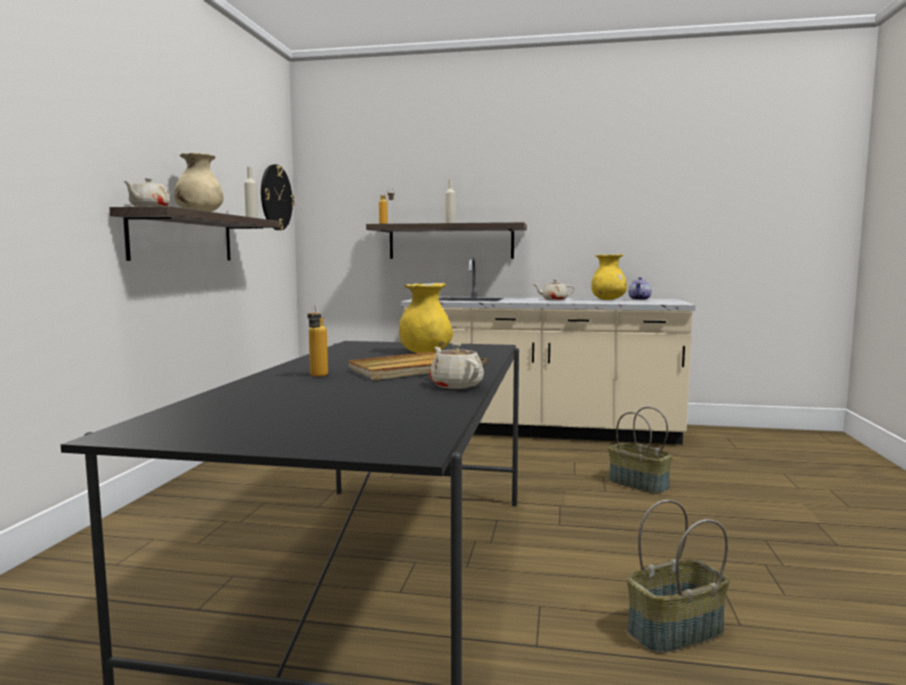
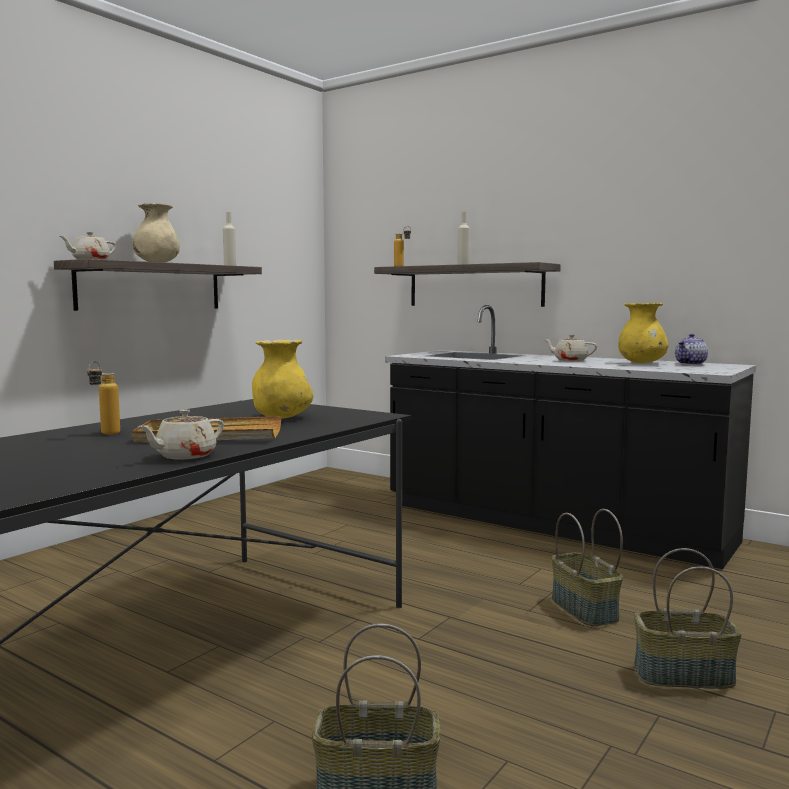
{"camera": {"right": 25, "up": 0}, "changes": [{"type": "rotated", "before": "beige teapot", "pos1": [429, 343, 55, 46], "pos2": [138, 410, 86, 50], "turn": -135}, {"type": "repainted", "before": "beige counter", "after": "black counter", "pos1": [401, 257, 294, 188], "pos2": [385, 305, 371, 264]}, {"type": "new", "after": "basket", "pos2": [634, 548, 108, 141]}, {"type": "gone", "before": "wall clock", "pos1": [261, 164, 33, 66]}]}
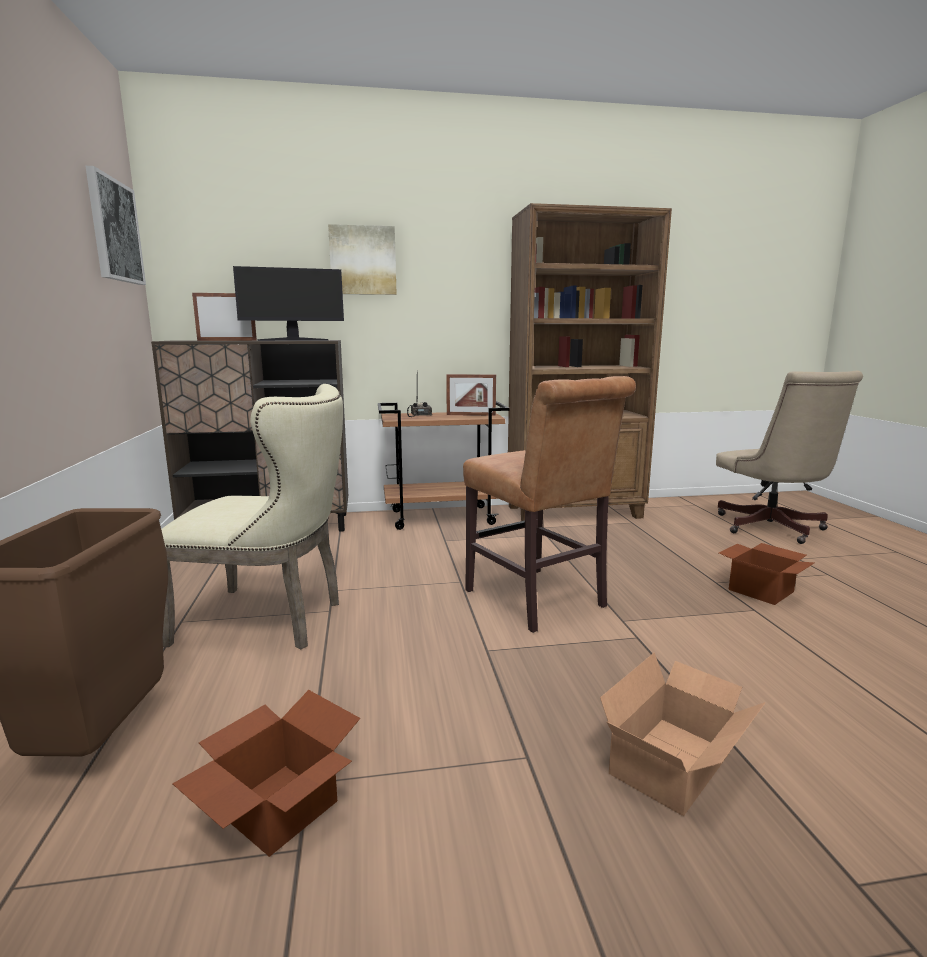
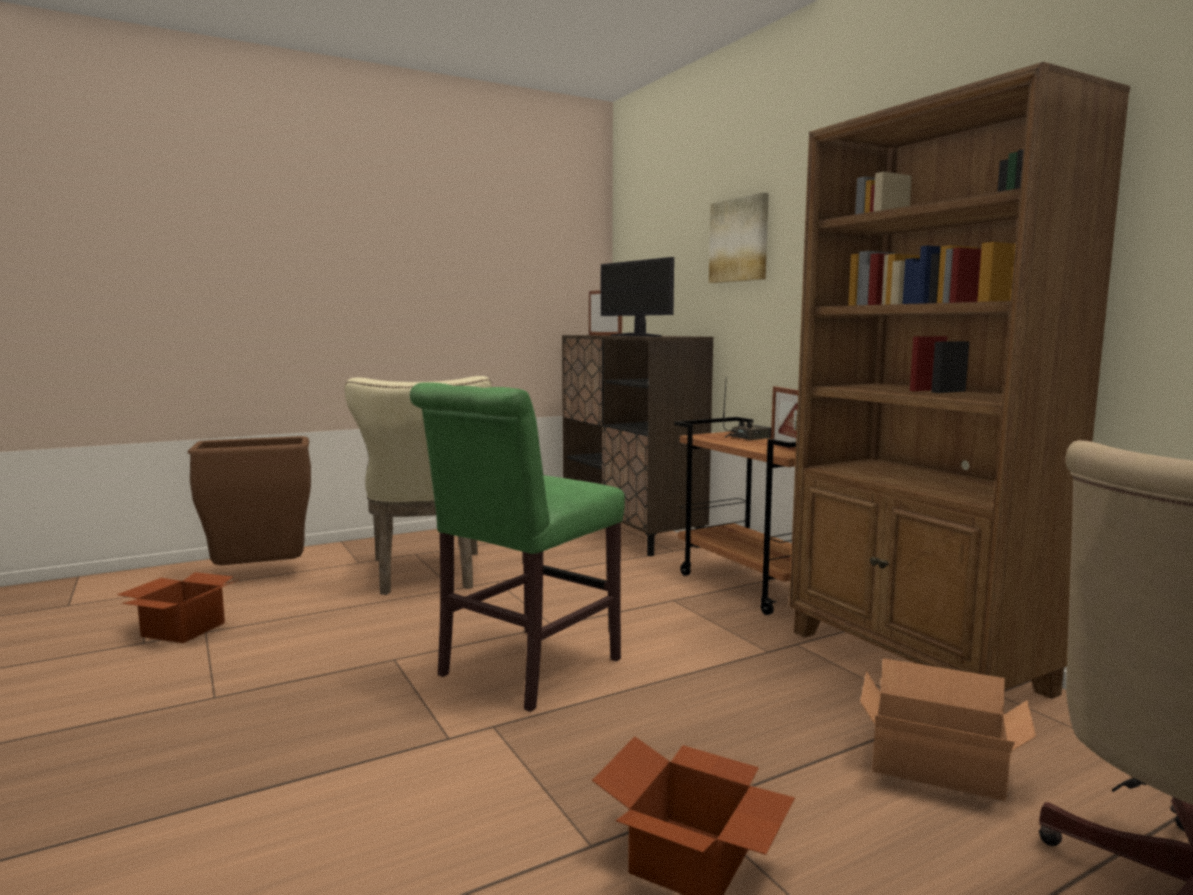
{"camera": {"right": 70, "up": -5}, "changes": [{"type": "repainted", "before": "brown chair", "after": "green chair", "pos1": [463, 376, 173, 257], "pos2": [410, 382, 215, 330]}, {"type": "shifted", "before": "cardboard box", "pos1": [600, 652, 166, 164], "pos2": [860, 658, 176, 143]}, {"type": "gone", "before": "picture", "pos1": [85, 166, 61, 119]}]}
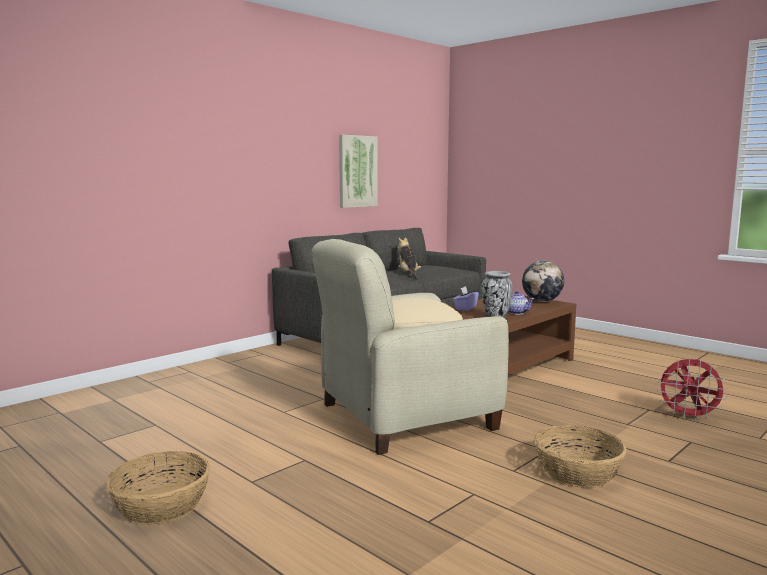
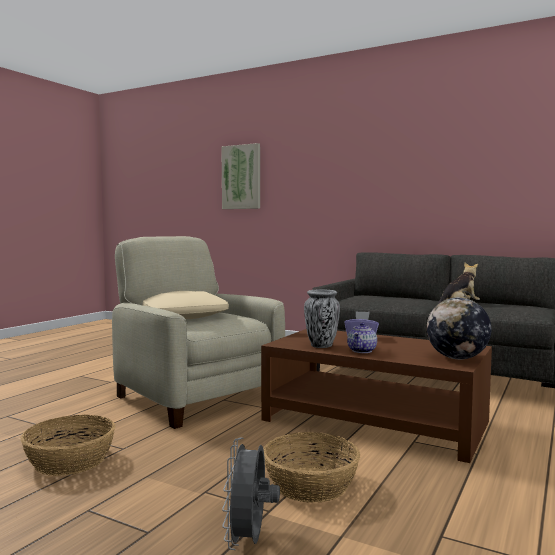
{"camera": {"right": 75, "up": -5}, "changes": [{"type": "shifted", "before": "picture", "pos1": [339, 135, 39, 73], "pos2": [221, 143, 39, 66]}, {"type": "repainted", "before": "red fan", "after": "grey fan", "pos1": [657, 359, 71, 62], "pos2": [222, 438, 58, 112]}, {"type": "shifted", "before": "basket", "pos1": [106, 451, 104, 74], "pos2": [263, 432, 97, 71]}]}
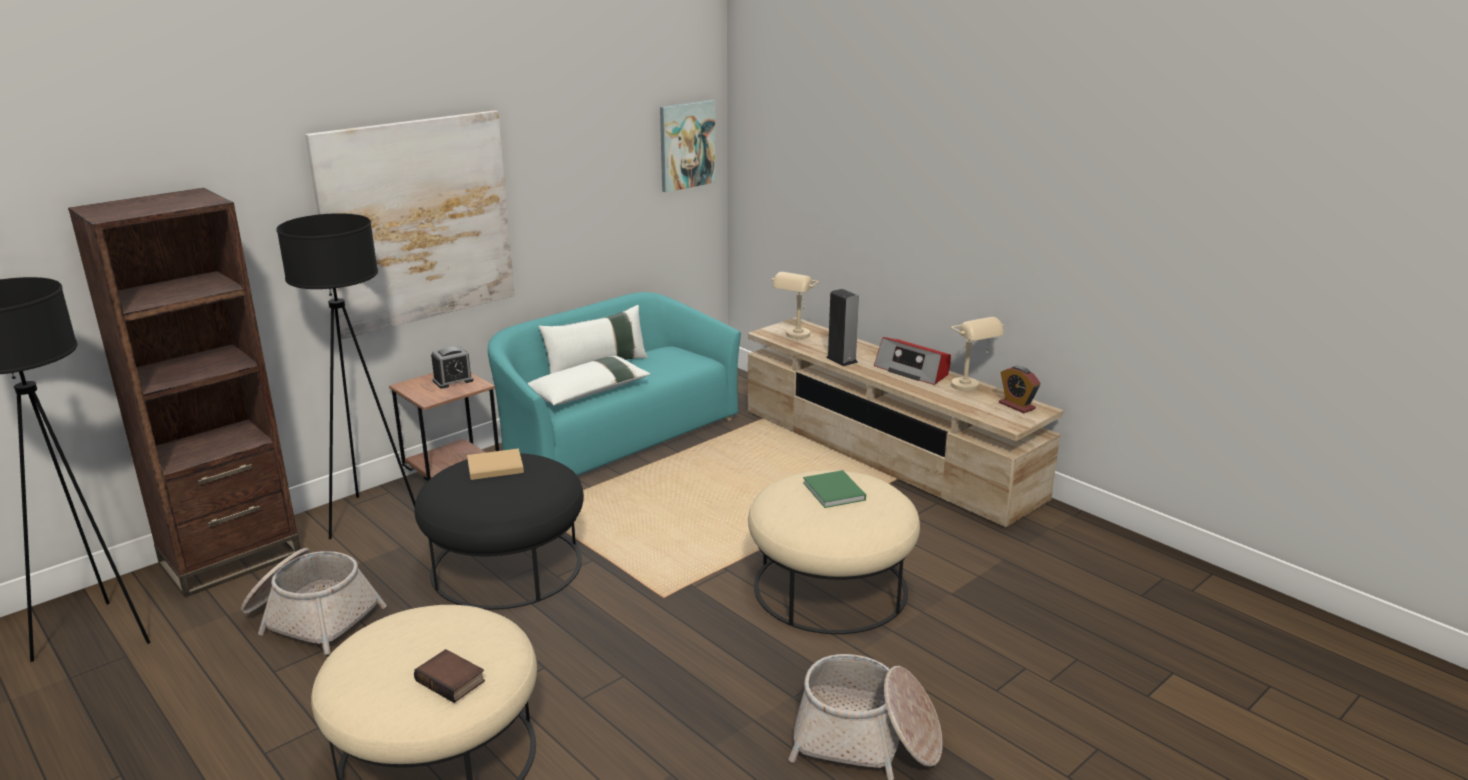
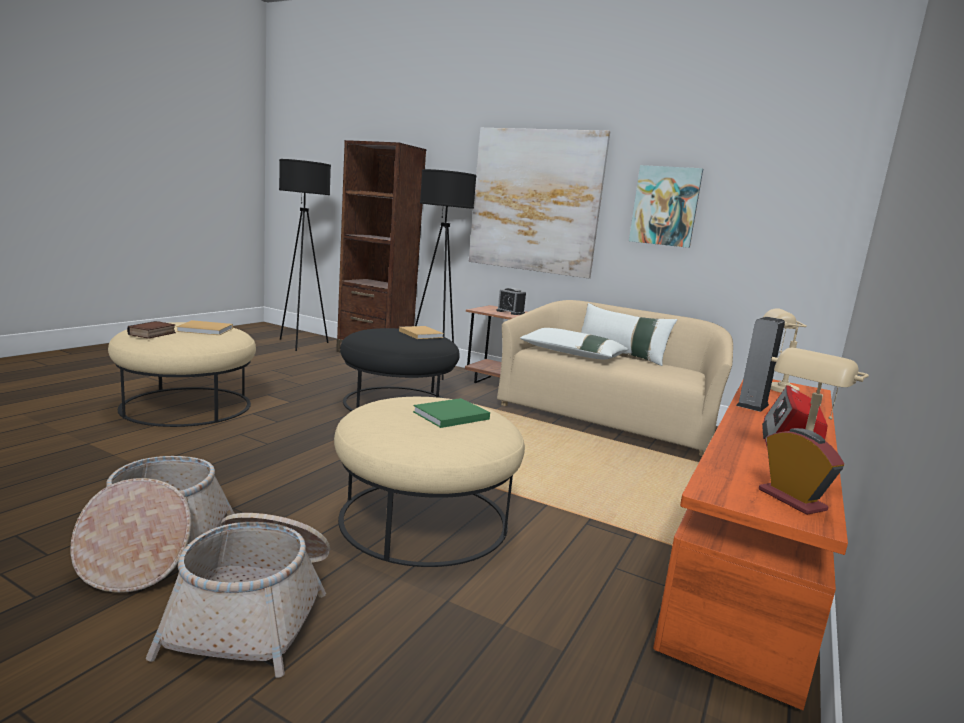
{"camera": {"right": 70, "up": -10}, "changes": [{"type": "shifted", "before": "basket", "pos1": [241, 548, 146, 107], "pos2": [146, 513, 184, 165]}, {"type": "new", "after": "beige book", "pos2": [176, 320, 57, 15]}, {"type": "repainted", "before": "turquoise sofa", "after": "beige sofa", "pos1": [488, 292, 253, 183], "pos2": [497, 300, 236, 156]}, {"type": "shifted", "before": "picture", "pos1": [660, 100, 56, 92], "pos2": [629, 165, 74, 83]}, {"type": "repainted", "before": "beige tv stand", "after": "orange tv stand", "pos1": [748, 317, 316, 210], "pos2": [653, 379, 195, 331]}, {"type": "rotated", "before": "alarm clock", "pos1": [999, 366, 42, 47], "pos2": [759, 428, 85, 87], "turn": 120}]}
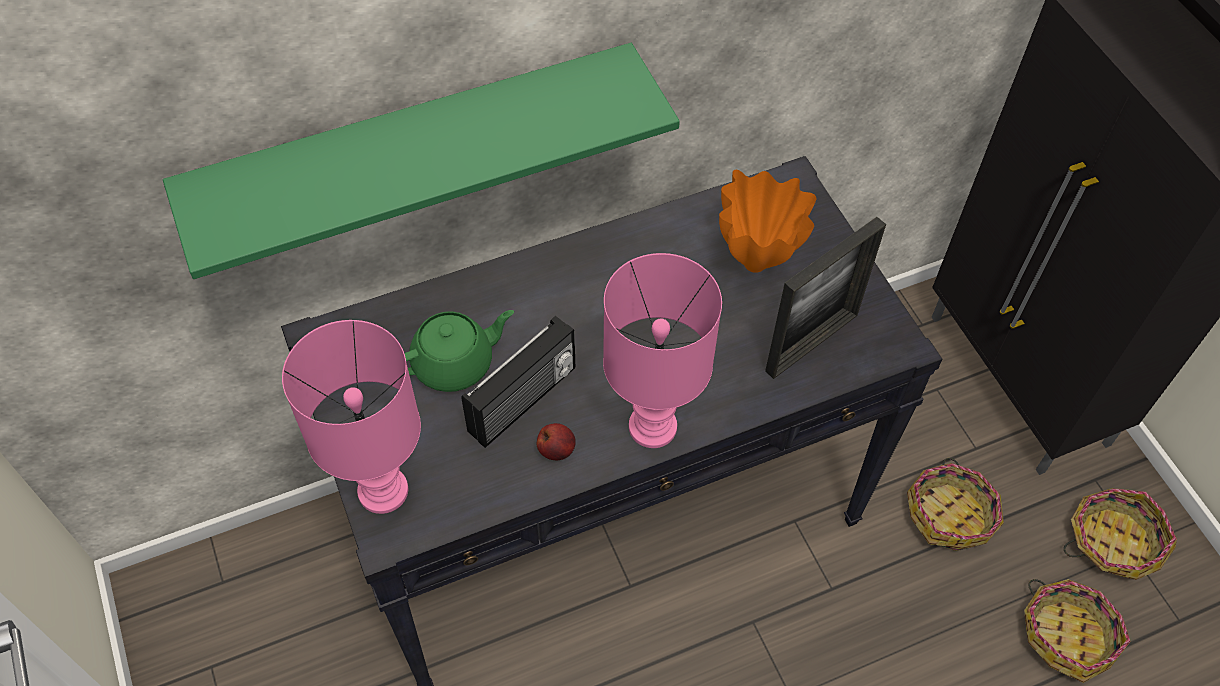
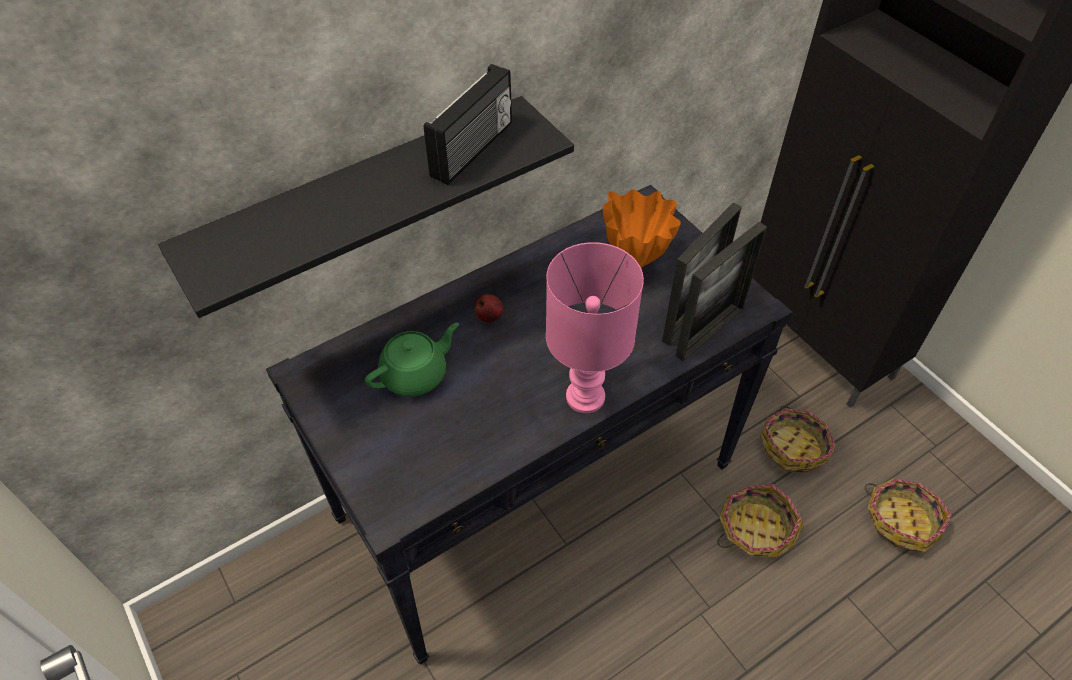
{"camera": {"right": -10, "up": -5}, "changes": [{"type": "repainted", "before": "green shelf", "after": "black shelf", "pos1": [163, 43, 517, 236], "pos2": [158, 96, 416, 222]}, {"type": "shifted", "before": "radio", "pos1": [461, 316, 114, 132], "pos2": [424, 64, 88, 121]}, {"type": "shifted", "before": "apple", "pos1": [537, 423, 39, 37], "pos2": [475, 294, 28, 28]}, {"type": "new", "after": "picture frame", "pos2": [676, 222, 91, 139]}, {"type": "shifted", "before": "basket", "pos1": [1064, 488, 113, 92], "pos2": [718, 484, 85, 74]}, {"type": "gone", "before": "pink table lamp", "pos1": [282, 320, 139, 194]}]}
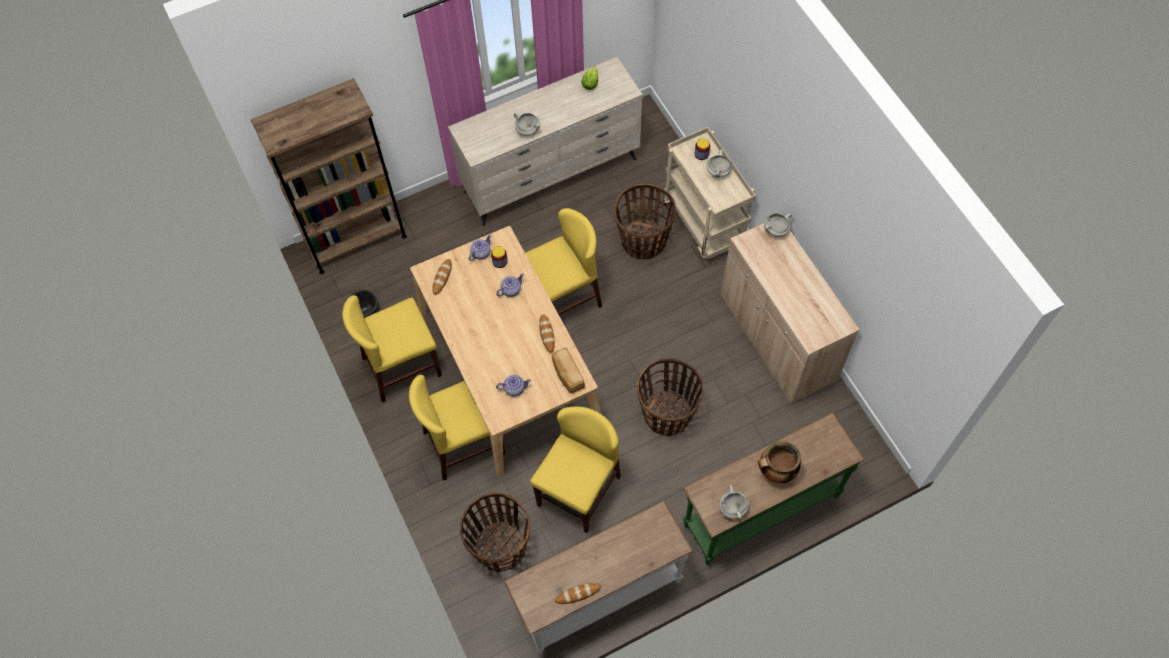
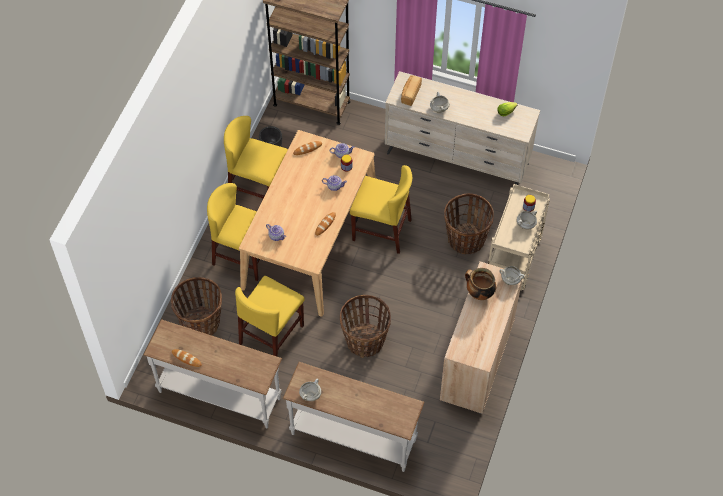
{"camera": {"right": 45, "up": -5}, "changes": [{"type": "rotated", "before": "yellow chair", "pos1": [530, 407, 91, 126], "pos2": [235, 276, 70, 81], "turn": 135}, {"type": "repainted", "before": "green console table", "after": "white console table", "pos1": [683, 413, 181, 152], "pos2": [283, 362, 141, 110]}, {"type": "shifted", "before": "bread", "pos1": [552, 347, 33, 47], "pos2": [401, 75, 21, 31]}, {"type": "shifted", "before": "cooking pot", "pos1": [758, 441, 43, 42], "pos2": [465, 268, 31, 32]}]}
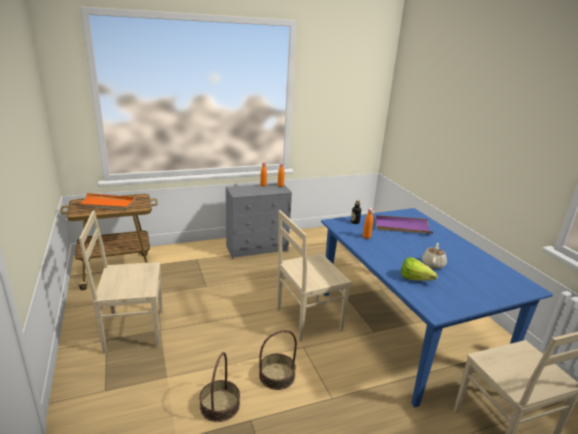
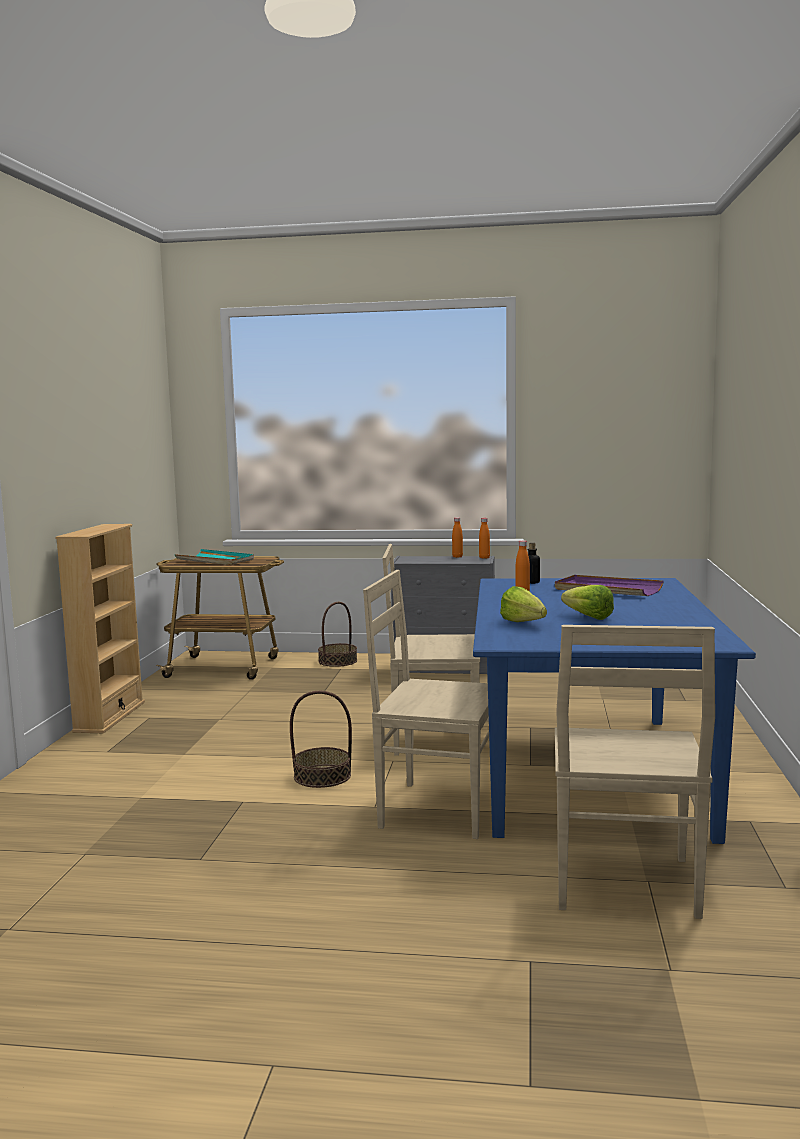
{"camera": {"right": 30, "up": -15}, "changes": [{"type": "new", "after": "beige bookcase", "pos2": [56, 524, 89, 210]}, {"type": "repainted", "before": "orange tray", "after": "turquoise tray", "pos1": [74, 193, 61, 17], "pos2": [175, 549, 79, 16]}, {"type": "shifted", "before": "basket", "pos1": [199, 352, 41, 70], "pos2": [318, 602, 39, 65]}, {"type": "shifted", "before": "beige chair", "pos1": [79, 211, 84, 142], "pos2": [363, 570, 126, 269]}, {"type": "swapped", "before": "beige teapot", "after": "lettuce", "pos1": [422, 243, 25, 26], "pos2": [561, 585, 53, 35]}]}
